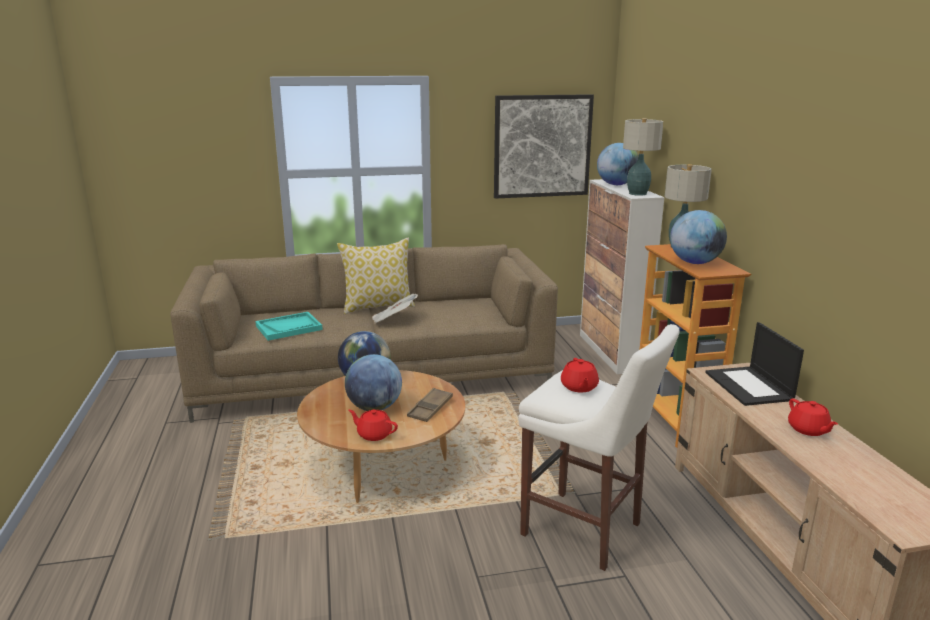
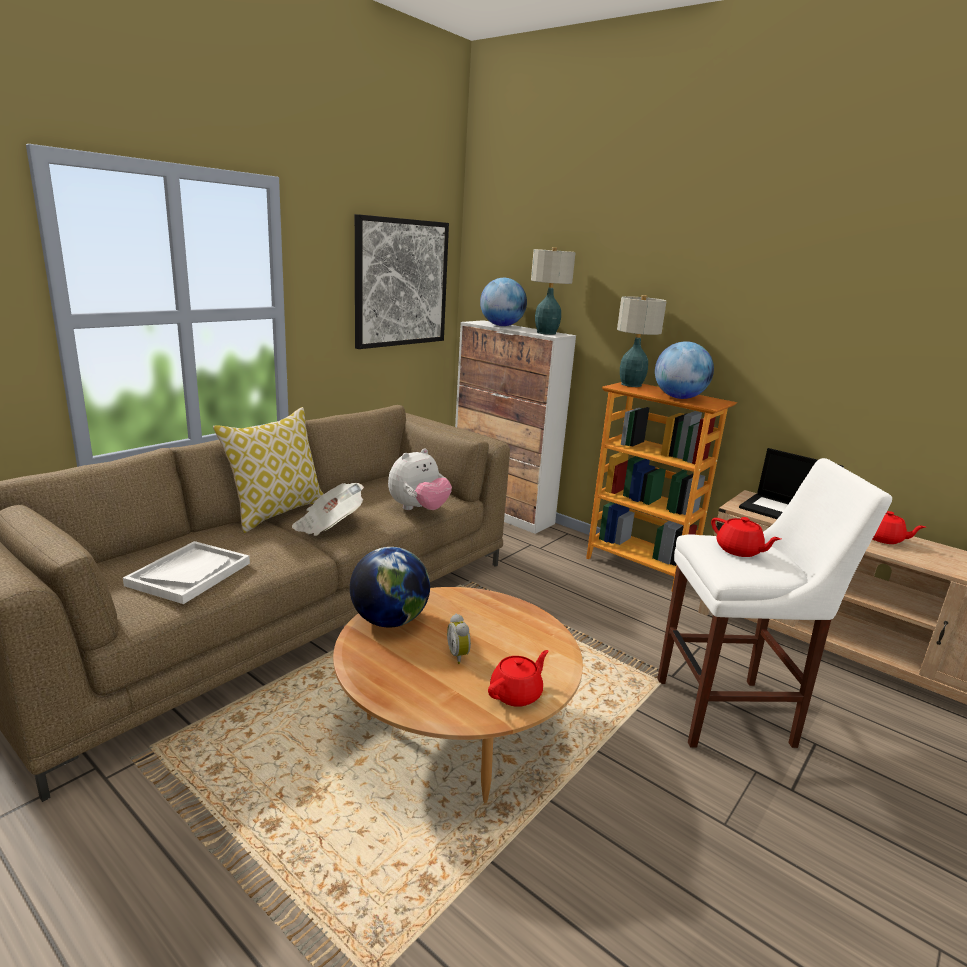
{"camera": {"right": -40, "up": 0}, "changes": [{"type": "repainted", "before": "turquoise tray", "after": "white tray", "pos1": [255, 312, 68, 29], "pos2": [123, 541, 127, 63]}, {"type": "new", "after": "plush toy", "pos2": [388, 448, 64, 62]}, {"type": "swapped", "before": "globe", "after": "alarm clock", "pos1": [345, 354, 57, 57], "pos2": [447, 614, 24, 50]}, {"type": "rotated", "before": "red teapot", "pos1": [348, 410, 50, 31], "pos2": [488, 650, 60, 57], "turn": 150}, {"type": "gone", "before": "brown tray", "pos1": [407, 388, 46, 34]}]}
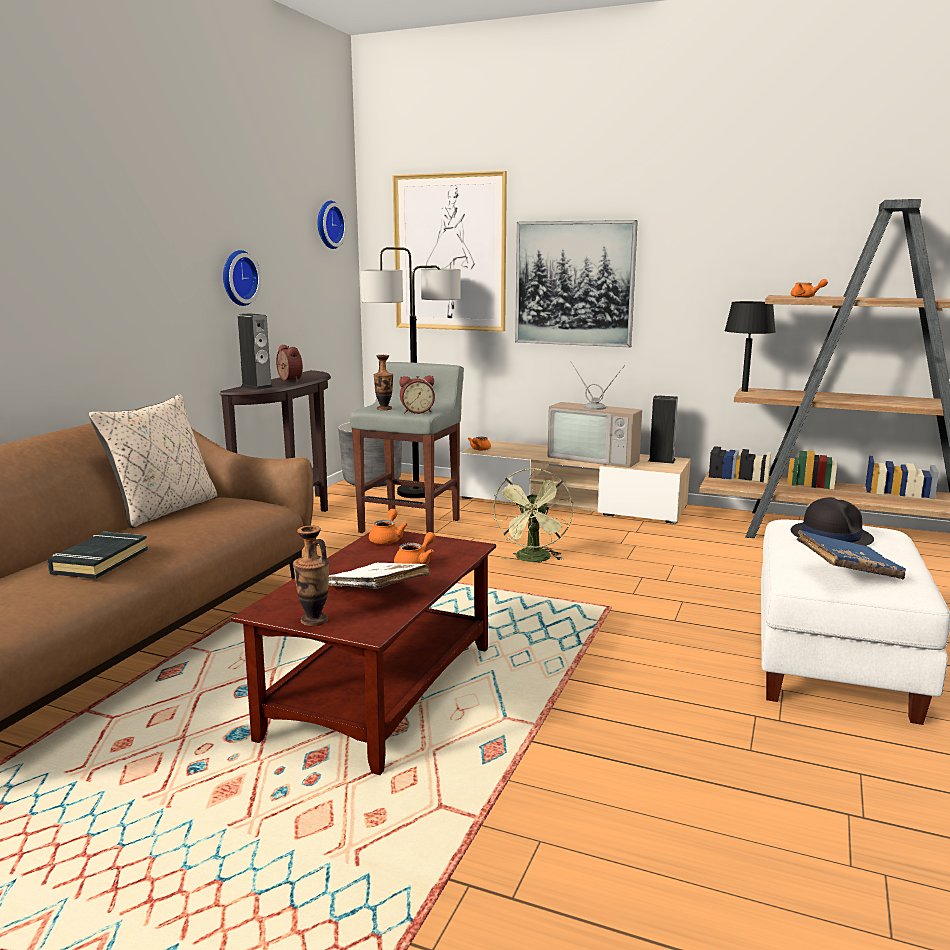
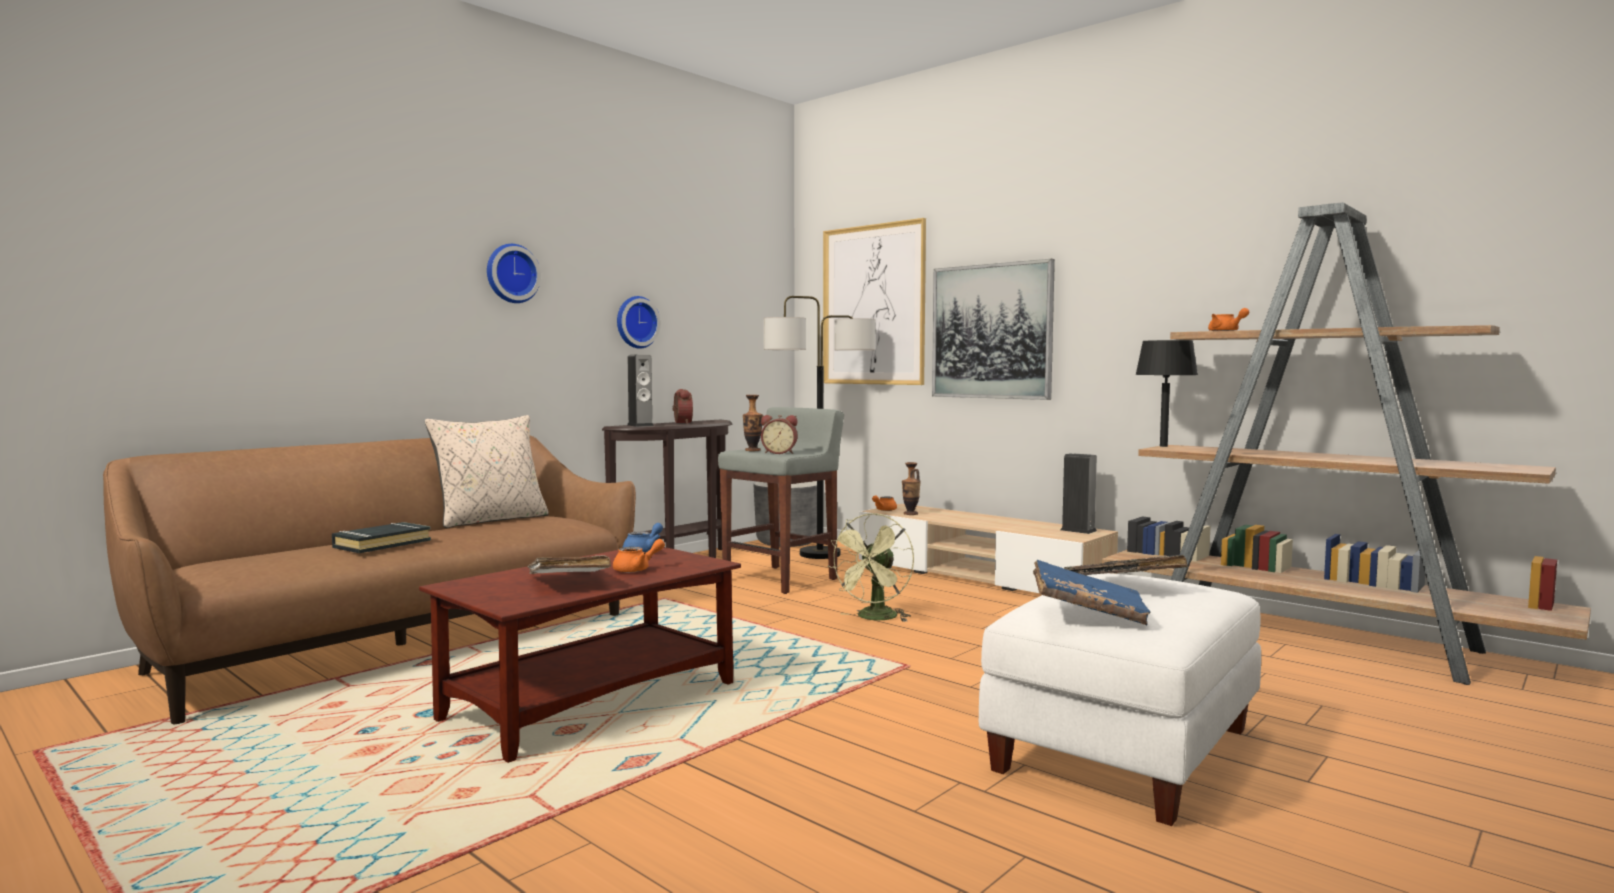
{"camera": {"right": 20, "up": -10}, "changes": [{"type": "shifted", "before": "wall clock", "pos1": [318, 201, 29, 48], "pos2": [487, 244, 54, 59]}, {"type": "repainted", "before": "orange teapot", "after": "blue teapot", "pos1": [369, 509, 39, 35], "pos2": [622, 523, 41, 29]}, {"type": "shifted", "before": "vase", "pos1": [293, 525, 36, 101], "pos2": [902, 462, 19, 53]}, {"type": "swapped", "before": "black hat", "after": "black book", "pos1": [791, 497, 83, 49], "pos2": [1064, 555, 123, 21]}, {"type": "gone", "before": "television", "pos1": [548, 362, 94, 106]}]}
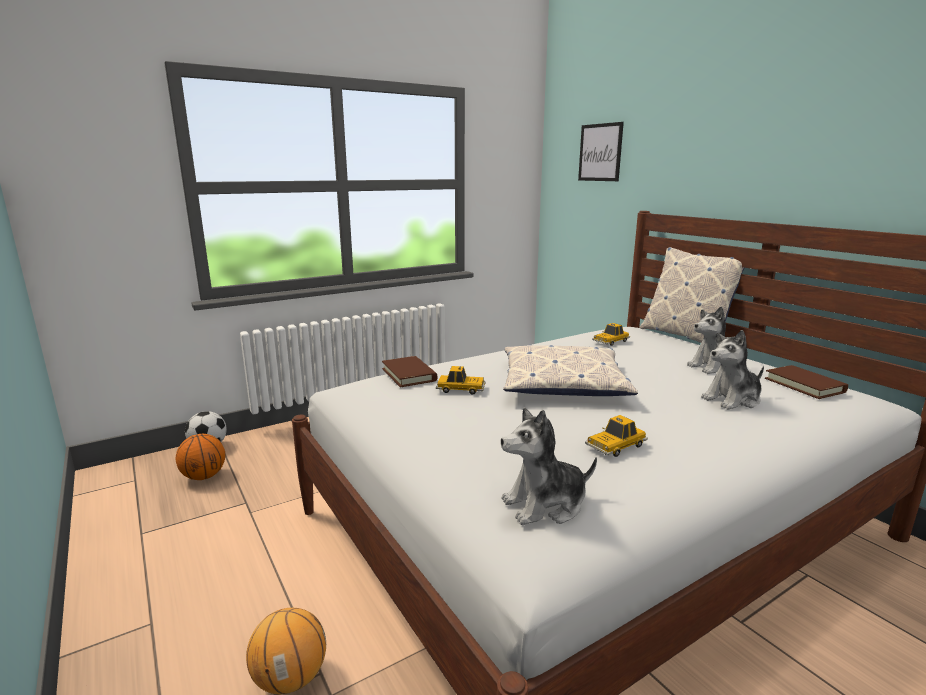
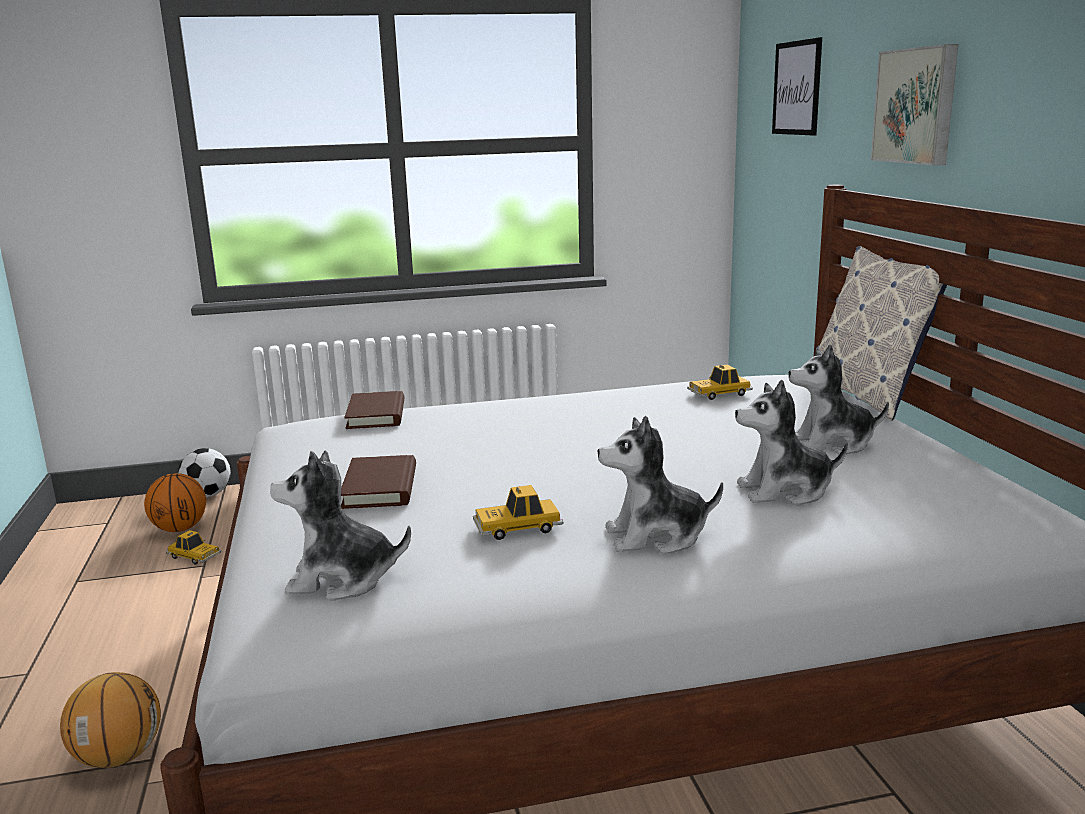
{"camera": {"right": 20, "up": 0}, "changes": [{"type": "shifted", "before": "toy car", "pos1": [436, 366, 49, 29], "pos2": [166, 530, 56, 34]}, {"type": "shifted", "before": "brown book", "pos1": [765, 365, 83, 34], "pos2": [341, 455, 75, 54]}, {"type": "new", "after": "plush toy", "pos2": [597, 416, 126, 138]}, {"type": "new", "after": "picture", "pos2": [871, 44, 87, 121]}, {"type": "gone", "before": "pillow", "pos1": [503, 345, 135, 51]}]}
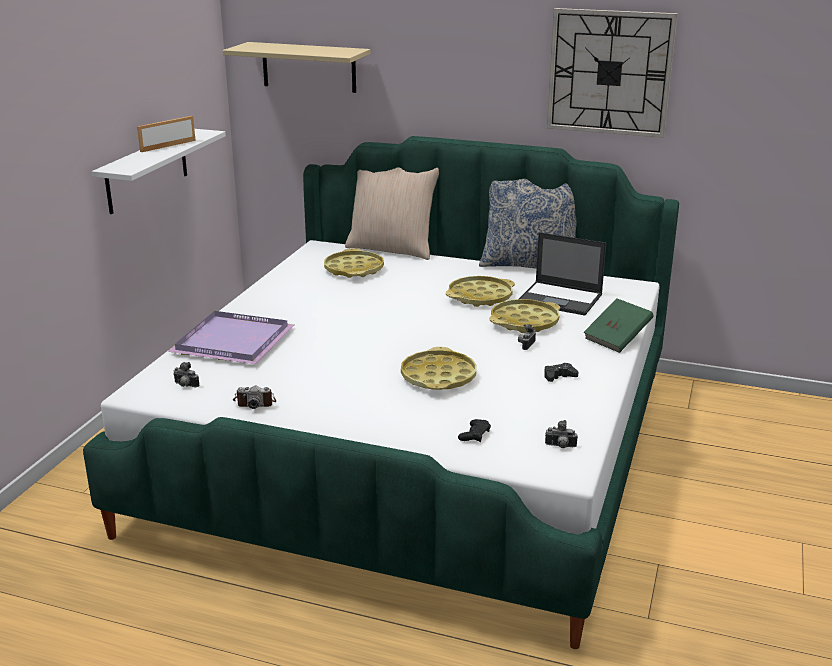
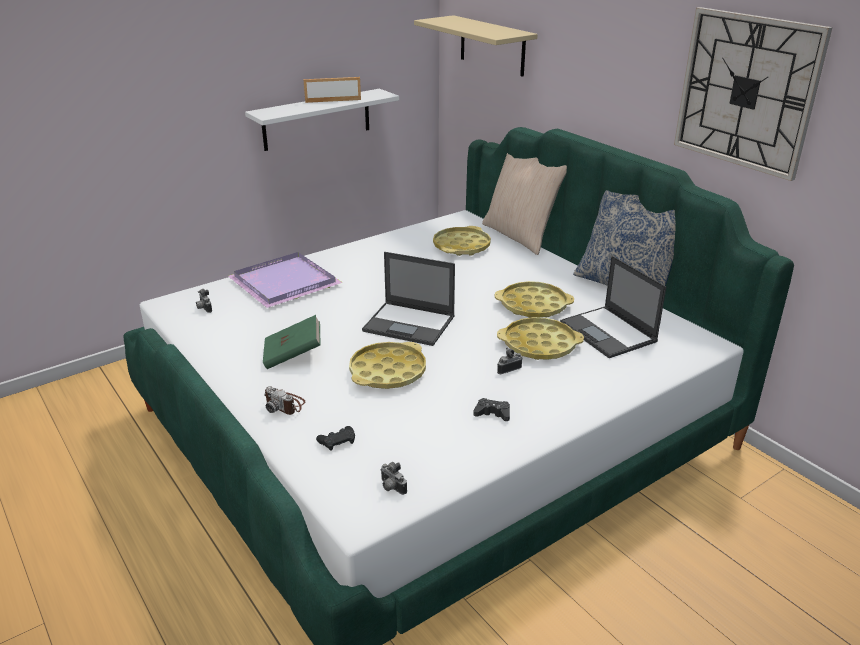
{"camera": {"right": 35, "up": 5}, "changes": [{"type": "shifted", "before": "green book", "pos1": [584, 298, 70, 55], "pos2": [263, 315, 57, 54]}, {"type": "shifted", "before": "photo camera", "pos1": [233, 385, 43, 24], "pos2": [265, 386, 40, 29]}, {"type": "new", "after": "laptop", "pos2": [362, 252, 93, 94]}]}
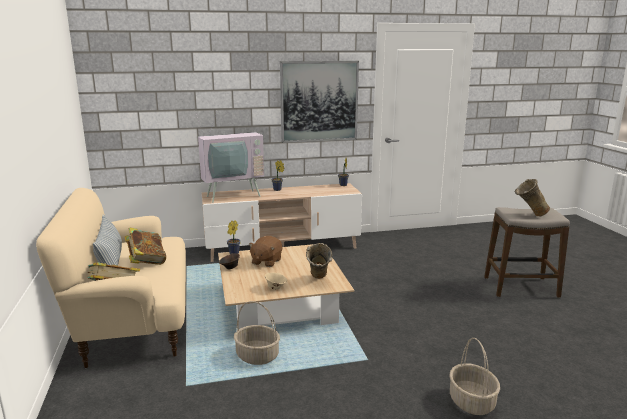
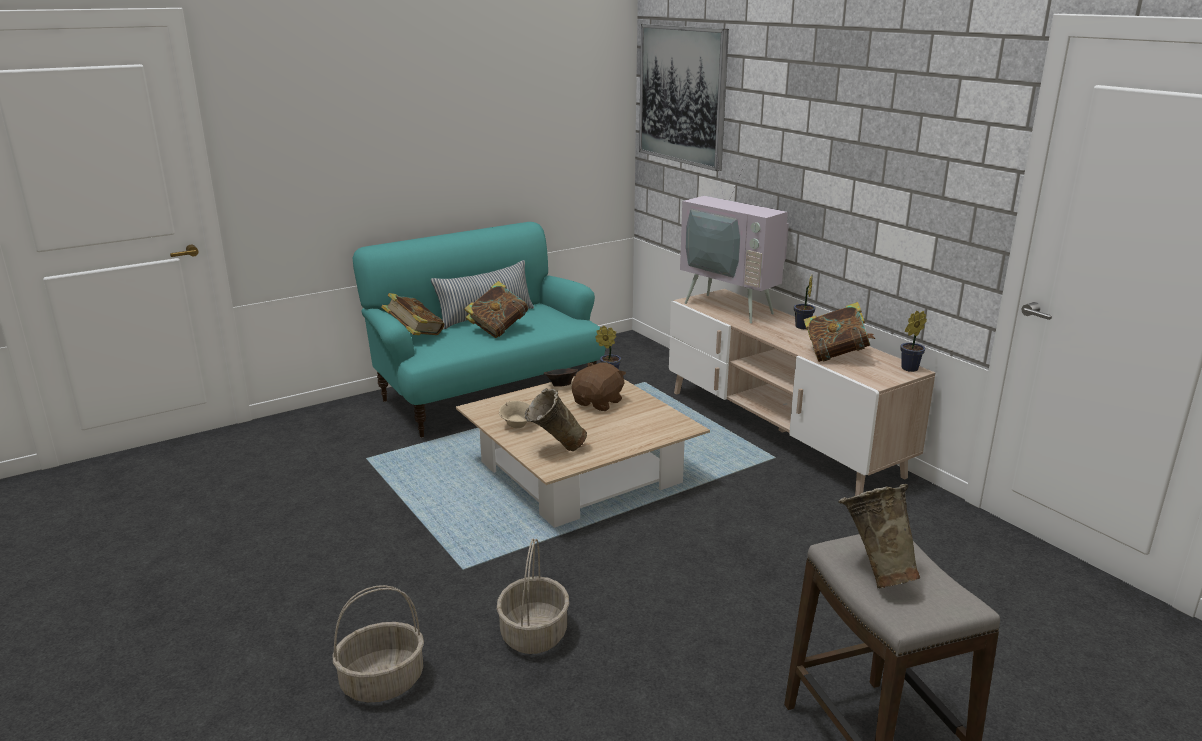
{"camera": {"right": 70, "up": 5}, "changes": [{"type": "repainted", "before": "beige sofa", "after": "turquoise sofa", "pos1": [36, 188, 150, 180], "pos2": [353, 222, 253, 216]}, {"type": "shifted", "before": "basket", "pos1": [234, 301, 46, 64], "pos2": [497, 538, 72, 116]}, {"type": "rotated", "before": "brown plush toy", "pos1": [249, 236, 33, 31], "pos2": [572, 362, 54, 49], "turn": 120}, {"type": "shifted", "before": "picture", "pos1": [280, 61, 79, 82], "pos2": [639, 24, 90, 147]}, {"type": "new", "after": "book", "pos2": [804, 302, 71, 60]}]}
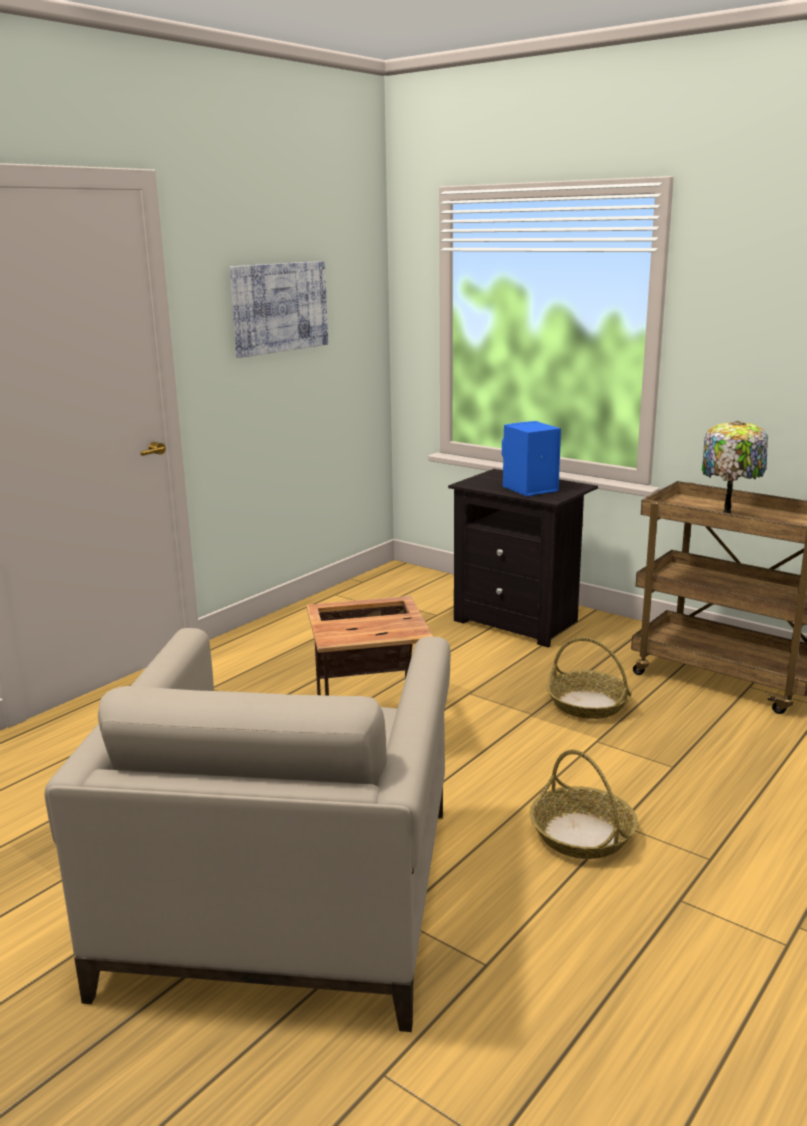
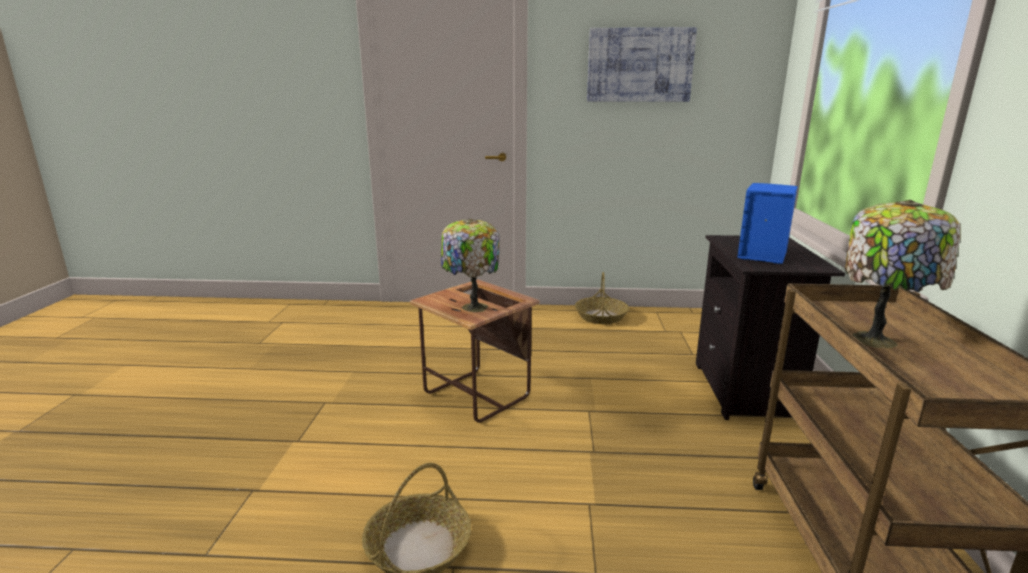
{"camera": {"right": 55, "up": 0}, "changes": [{"type": "new", "after": "table lamp", "pos2": [441, 219, 58, 93]}, {"type": "shifted", "before": "basket", "pos1": [547, 637, 85, 82], "pos2": [575, 272, 54, 52]}, {"type": "gone", "before": "beige armchair", "pos1": [44, 628, 407, 404]}]}
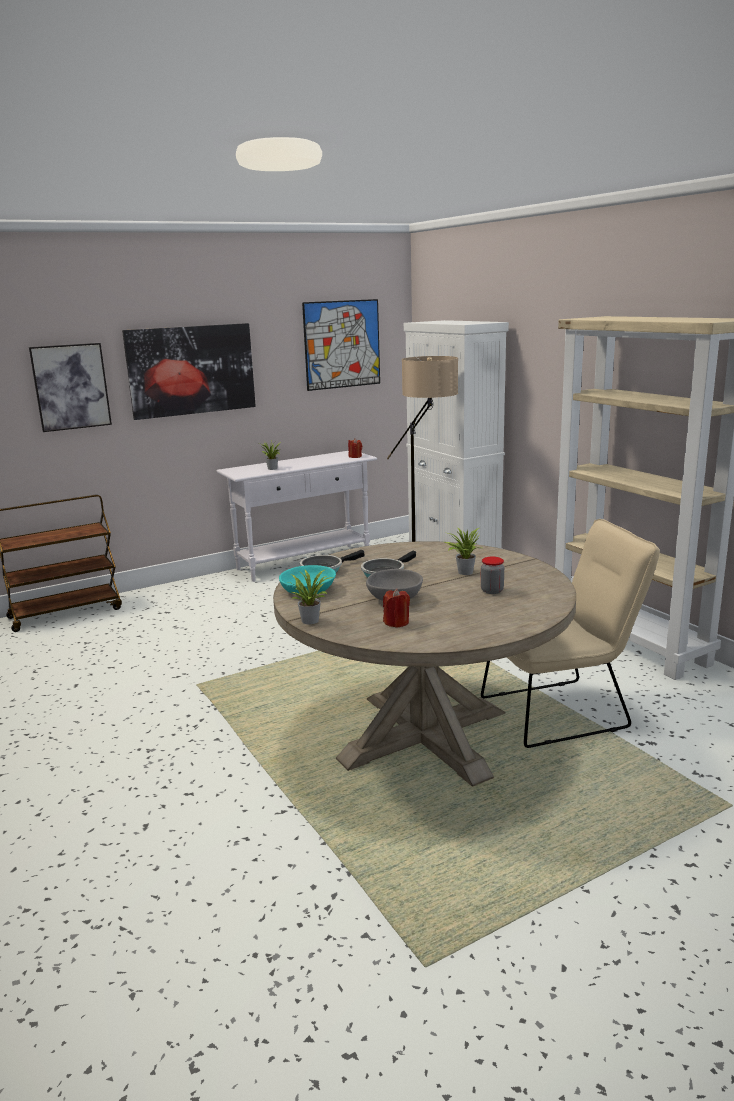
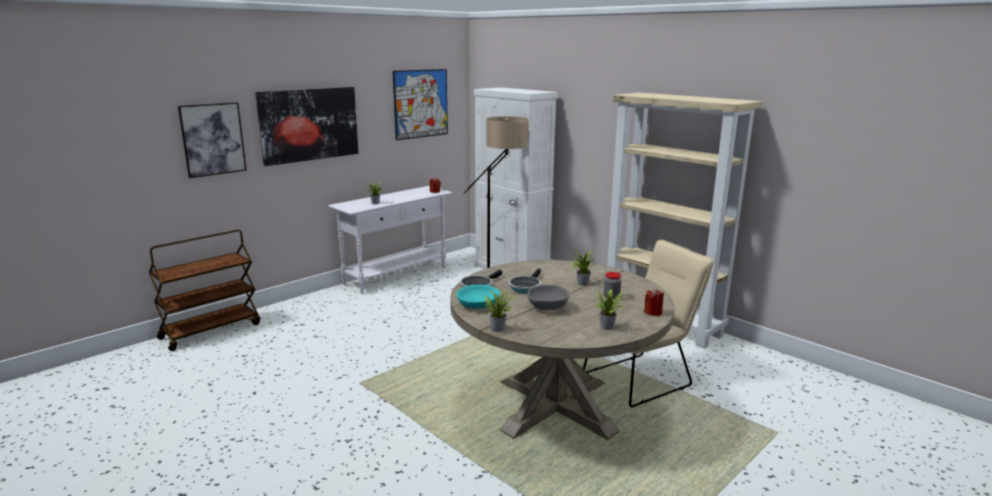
{"camera": {"right": -15, "up": 0}, "changes": [{"type": "new", "after": "potted plant", "pos2": [595, 288, 30, 42]}, {"type": "shifted", "before": "red candle", "pos1": [383, 589, 27, 39], "pos2": [644, 289, 20, 27]}]}
